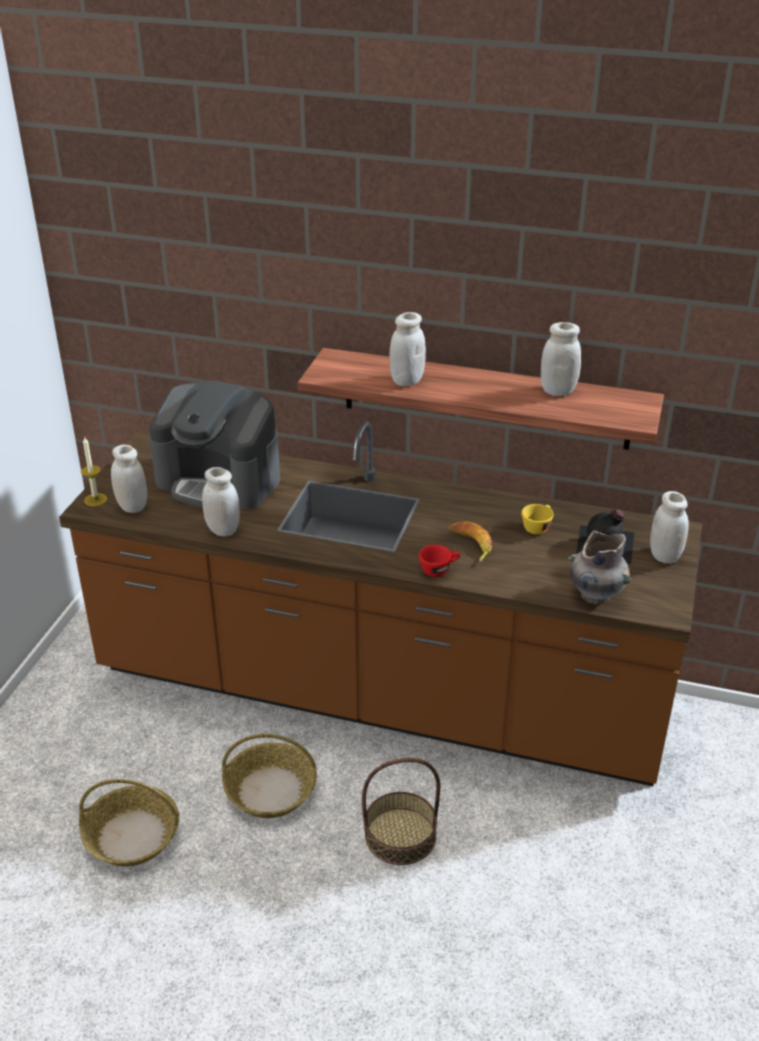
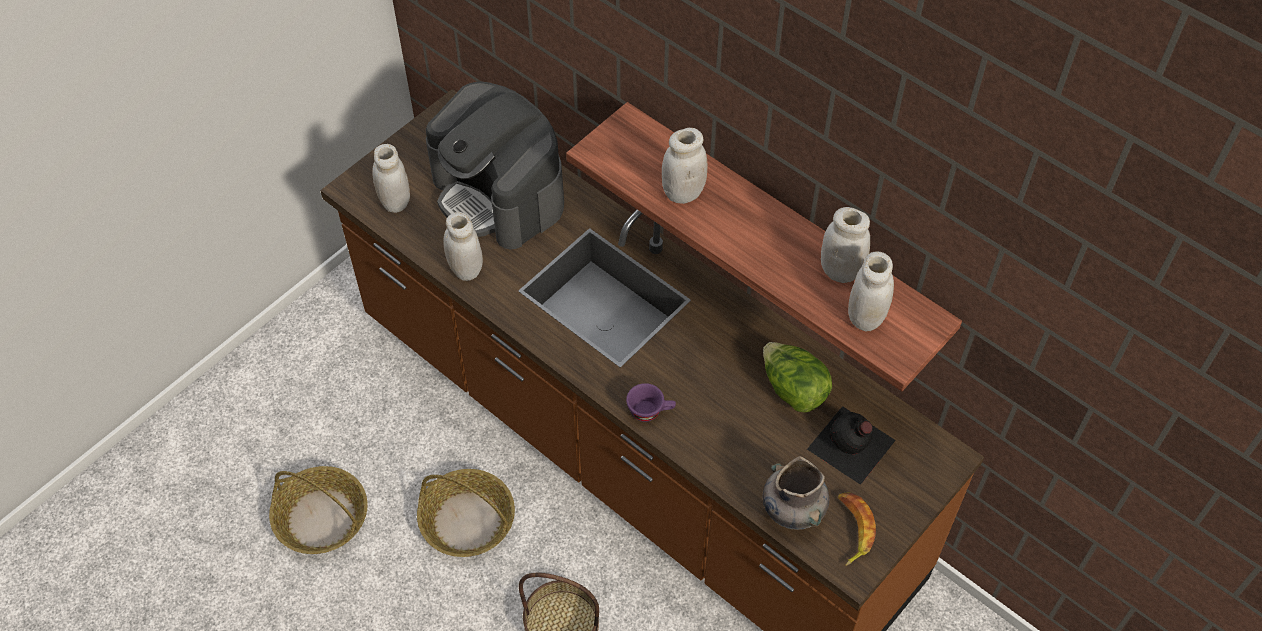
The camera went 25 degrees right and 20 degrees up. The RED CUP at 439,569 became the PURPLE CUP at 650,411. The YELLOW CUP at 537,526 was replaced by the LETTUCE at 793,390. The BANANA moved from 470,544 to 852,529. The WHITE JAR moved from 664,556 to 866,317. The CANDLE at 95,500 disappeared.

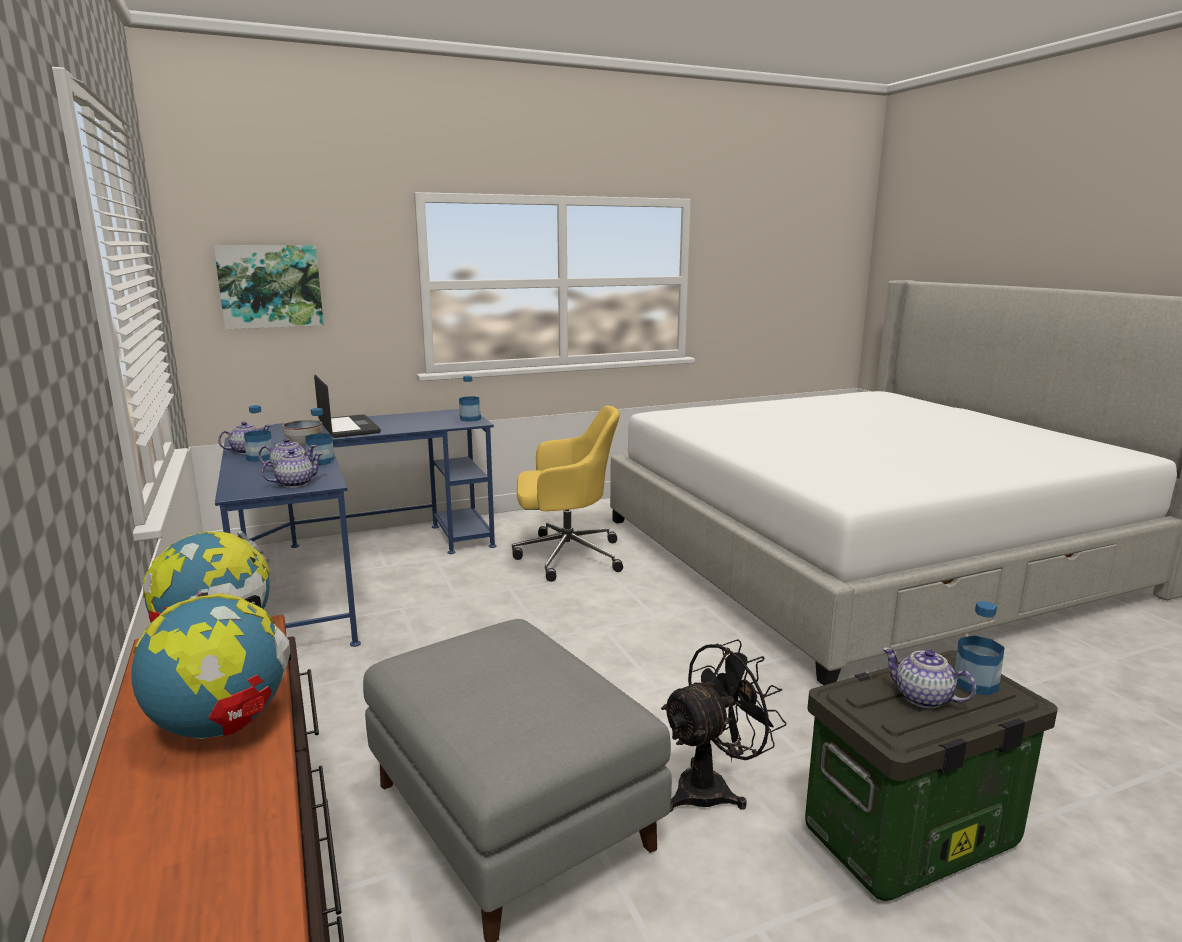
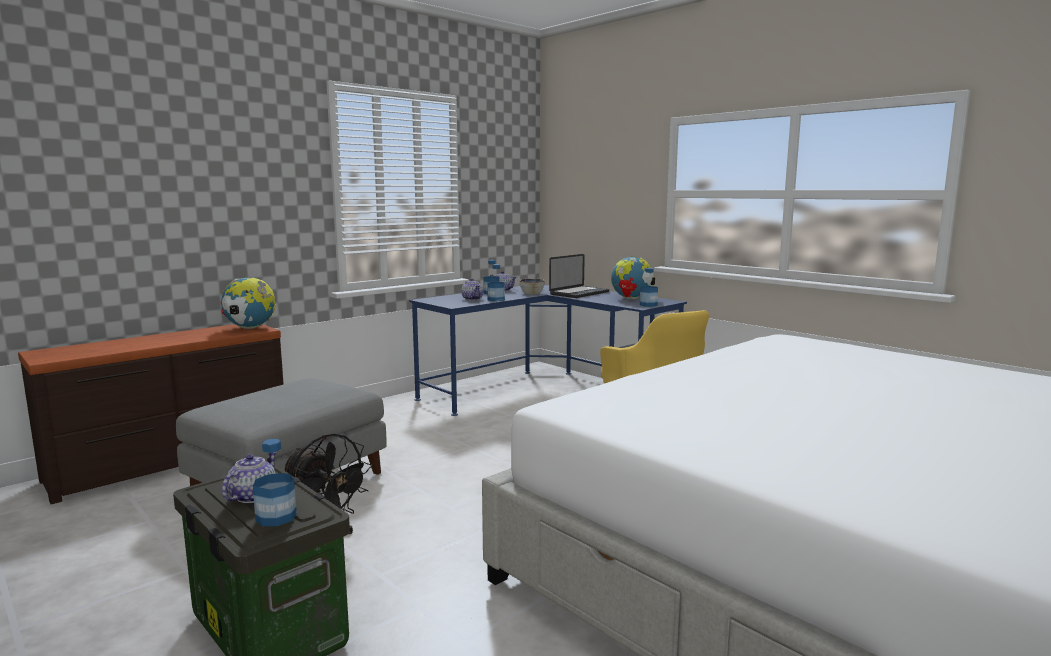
The camera went 70 degrees right and 5 degrees down. The GLOBE moved from 222,727 to 631,299. The PICTURE at 270,286 disappeared. The TEAPOT at 294,484 disappeared.

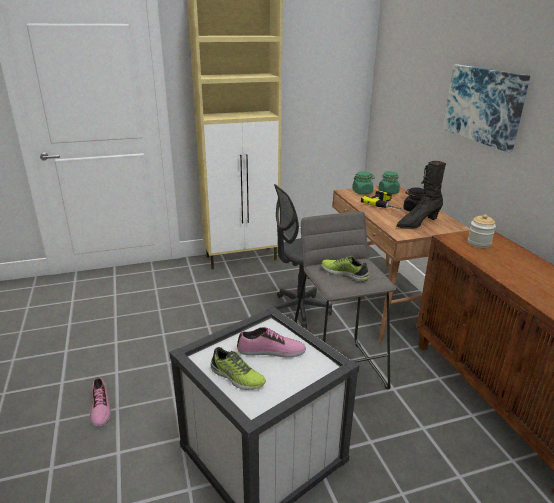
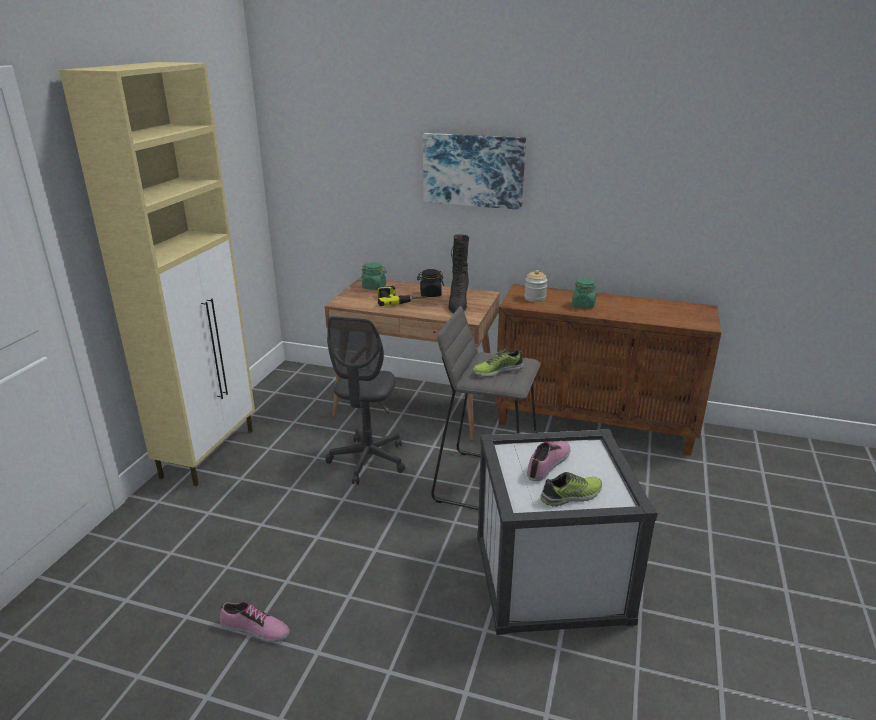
The camera went 55 degrees left and 0 degrees up. The SHOE moved from 100,407 to 254,629. The GREEN JAR moved from 362,192 to 583,305.

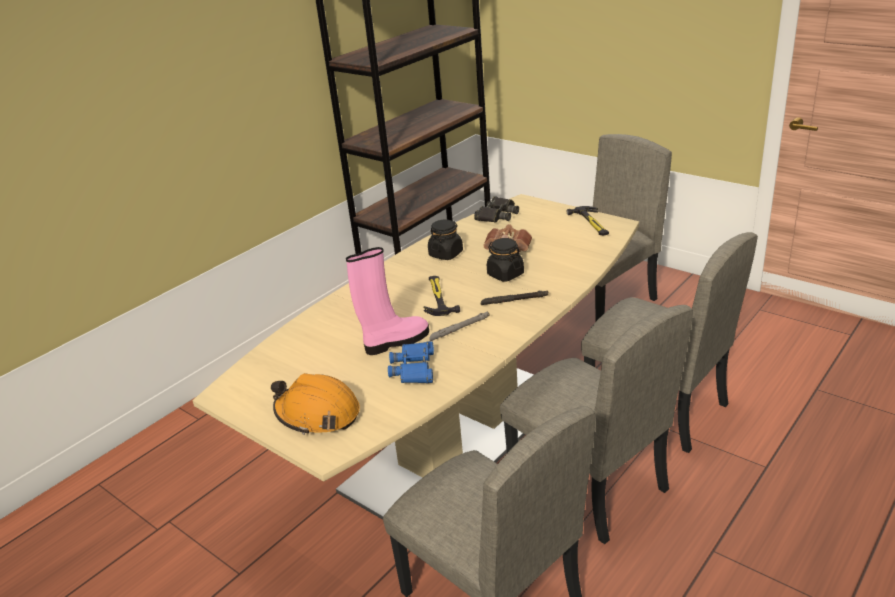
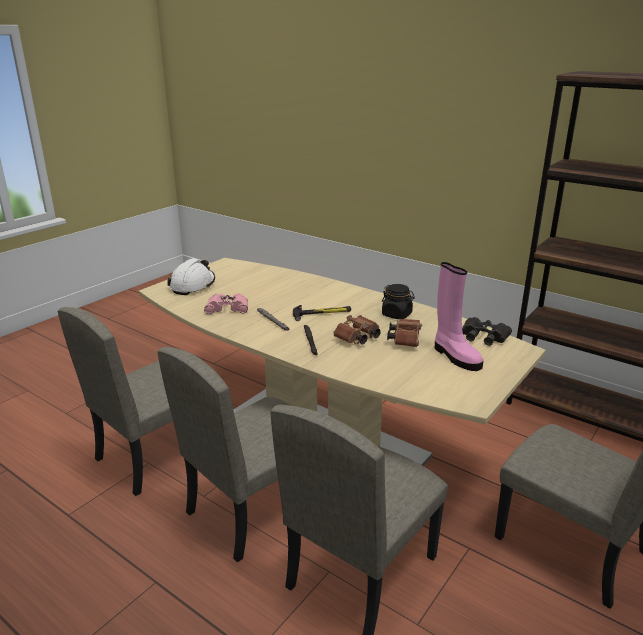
The camera went 85 degrees right and 5 degrees down. The ORANGE HARD HAT at 317,414 became the WHITE HARD HAT at 193,285. The BLUE BINOCULARS at 414,368 became the PINK BINOCULARS at 227,308. The BLACK JAR at 505,274 was replaced by the BROWN BINOCULARS at 357,338. The PINK BOOT moved from 395,342 to 455,356. The HAMMER at 592,223 disappeared.

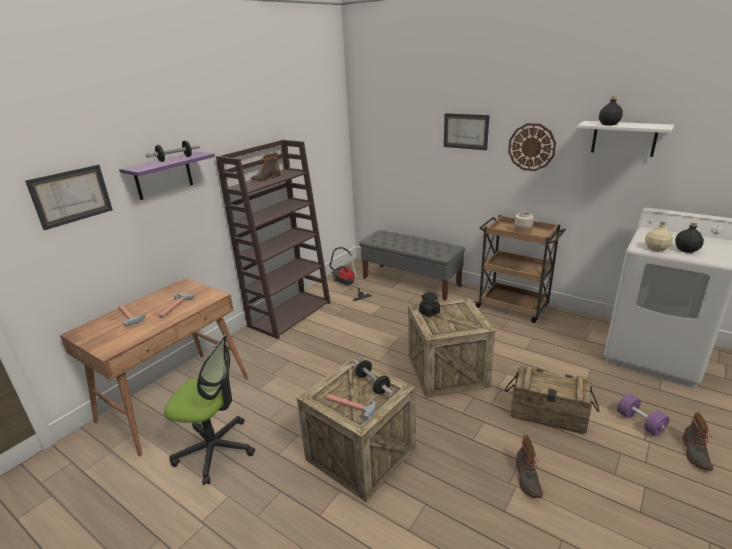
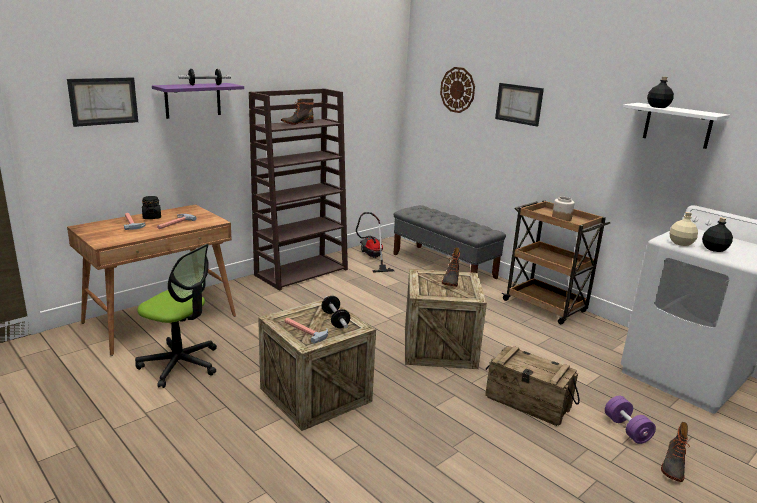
The camera went 10 degrees right and 5 degrees down. The BLACK JAR moved from 429,312 to 152,217. The WALL CLOCK moved from 531,147 to 457,90. The BOOT moved from 527,479 to 450,280.

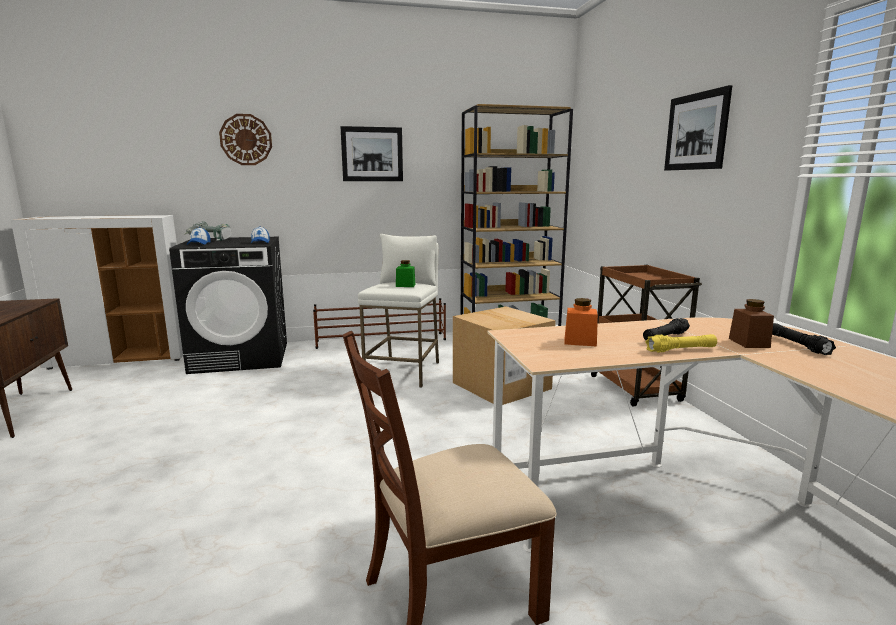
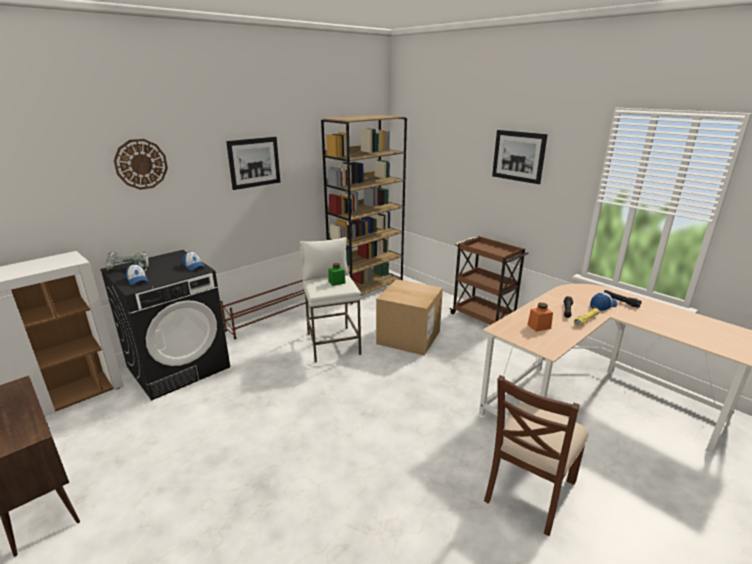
The camera went 30 degrees left and 10 degrees up. The BROWN JAR at 749,343 was replaced by the CAP at 602,305.

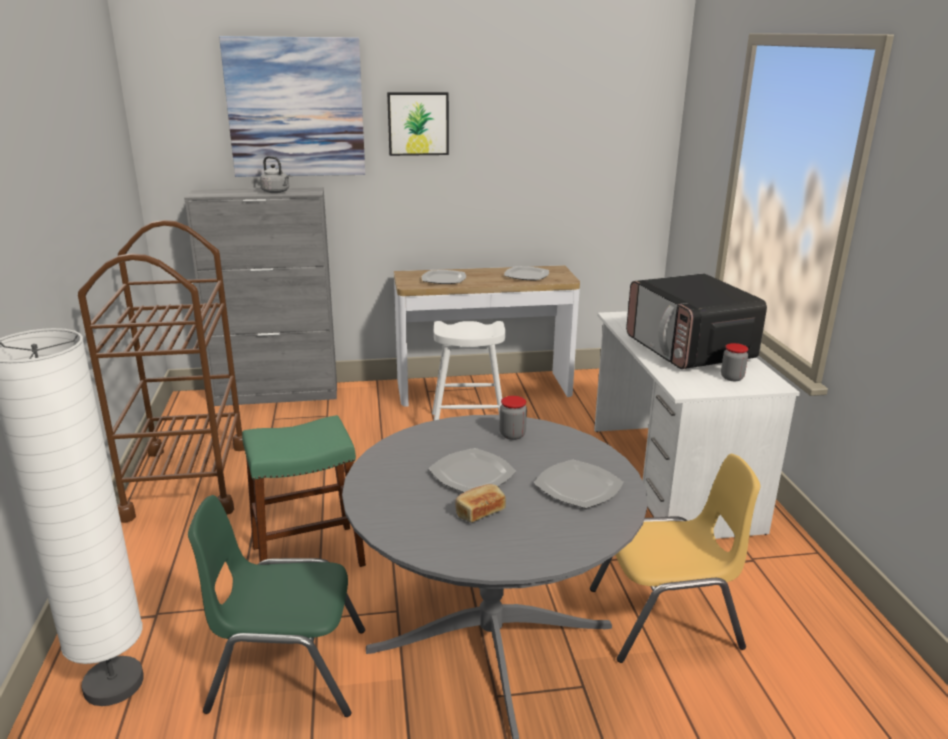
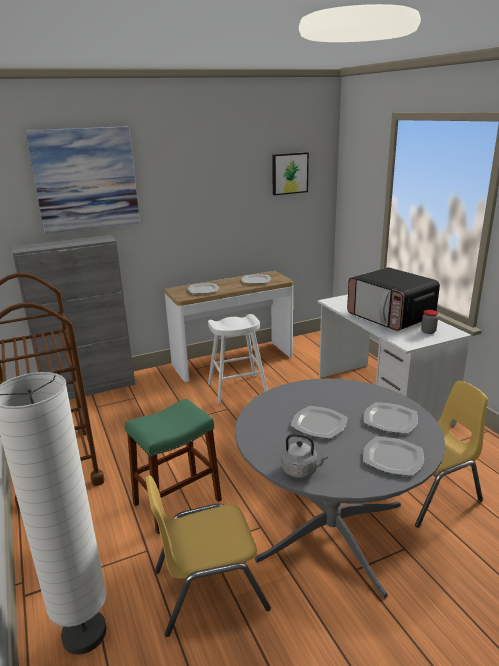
The camera went 15 degrees left and 0 degrees up. The GREEN CHAIR at 288,670 became the YELLOW CHAIR at 209,588. The PICTURE moved from 418,123 to 289,173. The GREY KETTLE moved from 276,192 to 301,470. The PLATE at 393,458 appeared. The BREAD at 479,512 disappeared. The JAR at 512,435 disappeared.

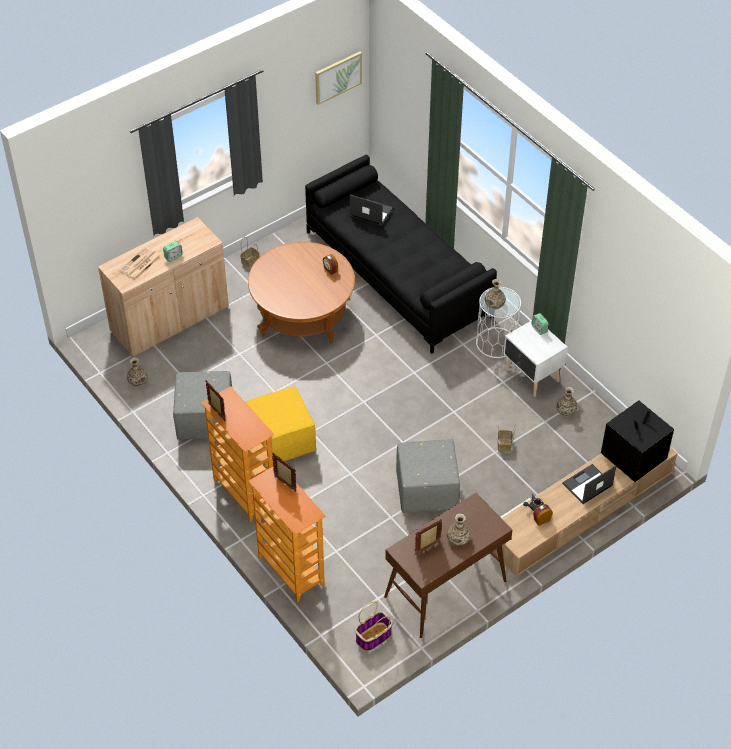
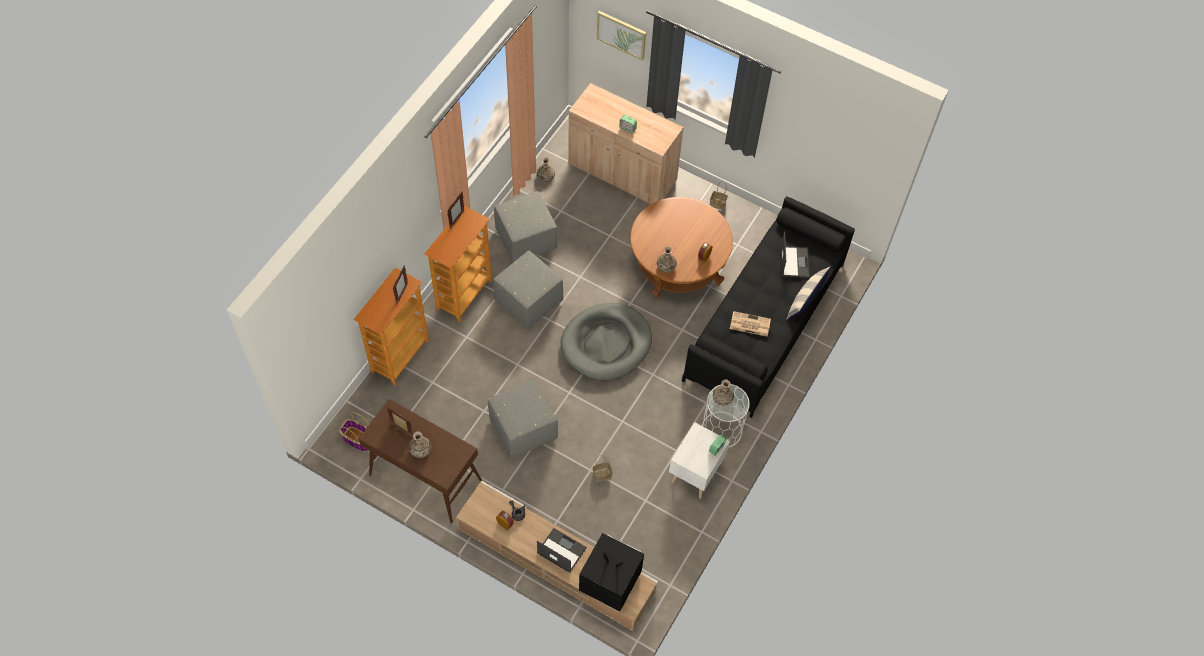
The camera went 65 degrees right and 10 degrees up. The YELLOW OTTOMAN at 280,441 became the GREY OTTOMAN at 528,300. The GREY DOG BED at 606,343 appeared. The PICTURE moved from 338,77 to 621,34. The VASE moved from 566,410 to 666,266. The NEWSPAPER moved from 140,264 to 749,324. The PILLOW at 805,300 appeared.

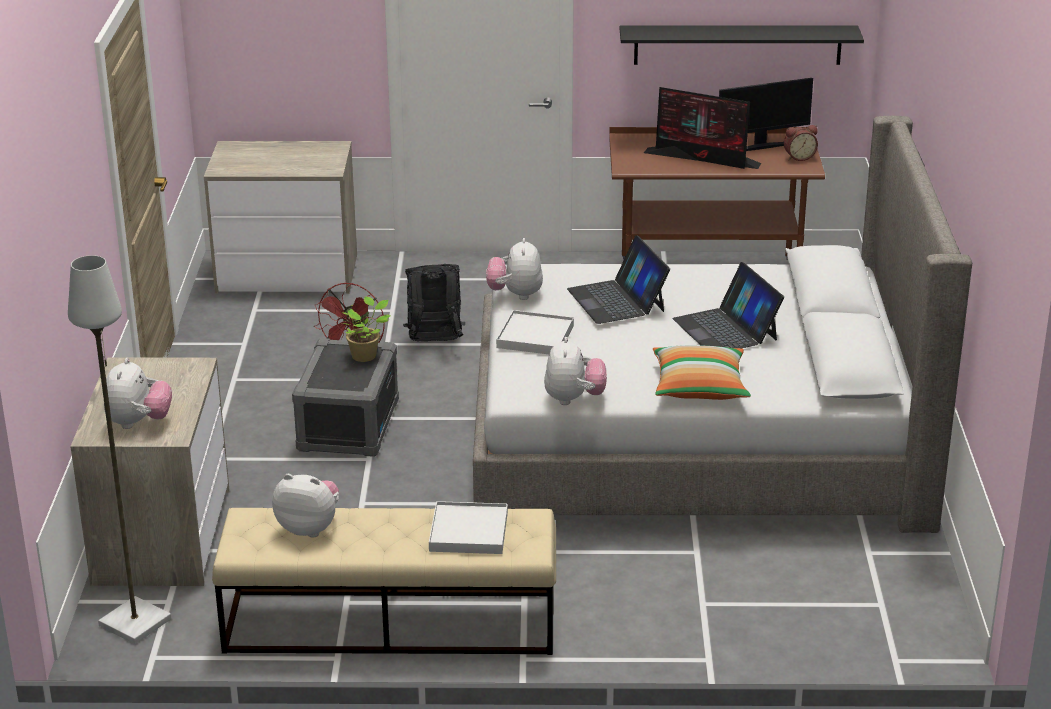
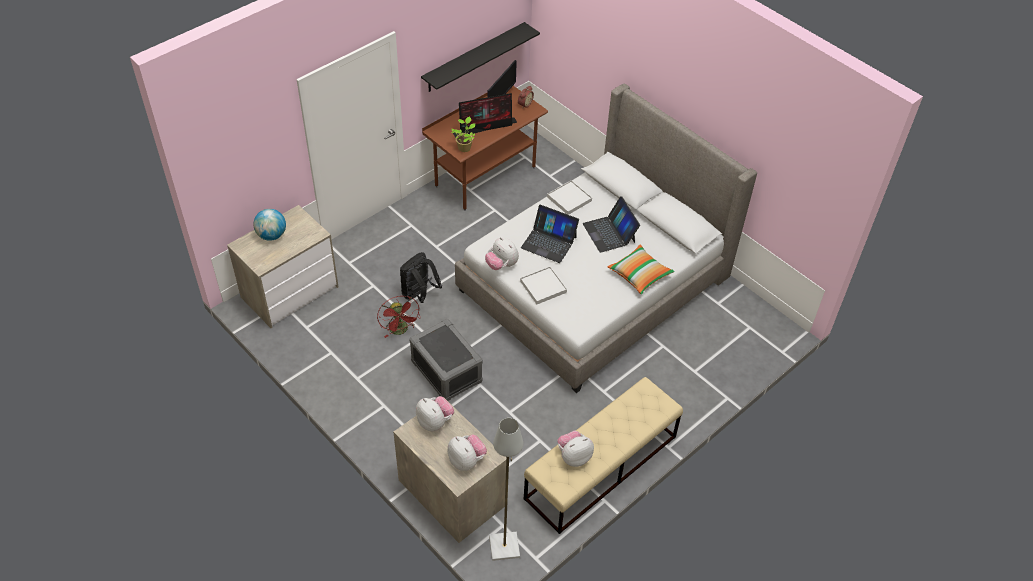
The camera went 45 degrees left and 20 degrees up. The GLOBE at 272,235 appeared. The PLUSH TOY moved from 574,399 to 435,422. The POTTED PLANT moved from 365,355 to 464,147. The WHITE TRAY moved from 468,532 to 569,199. The LAPTOP at 726,329 turned 45 degrees clockwise.

